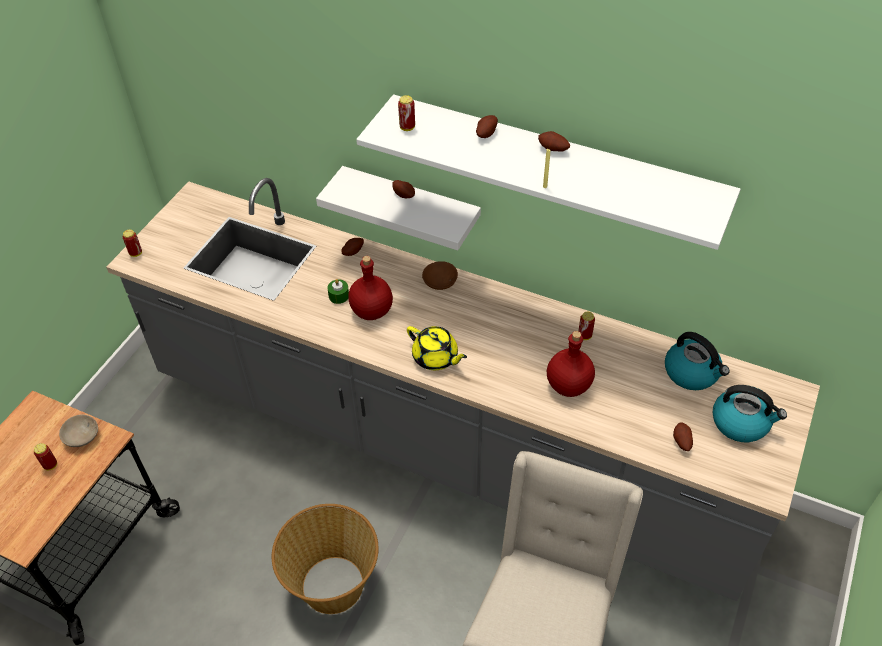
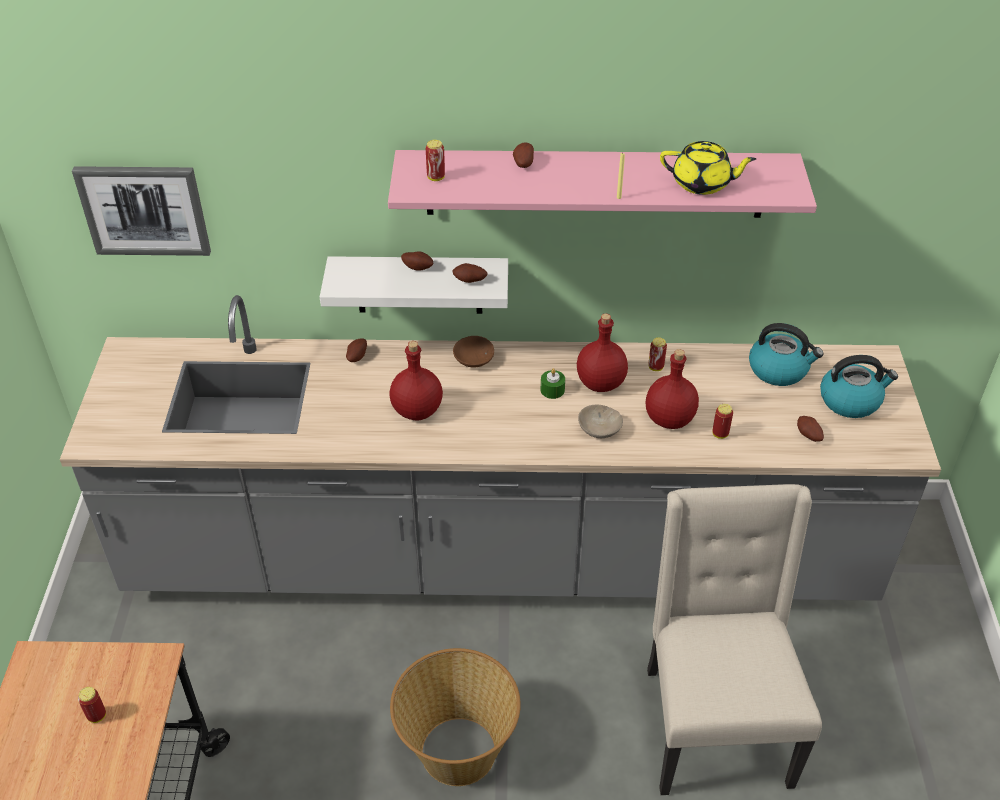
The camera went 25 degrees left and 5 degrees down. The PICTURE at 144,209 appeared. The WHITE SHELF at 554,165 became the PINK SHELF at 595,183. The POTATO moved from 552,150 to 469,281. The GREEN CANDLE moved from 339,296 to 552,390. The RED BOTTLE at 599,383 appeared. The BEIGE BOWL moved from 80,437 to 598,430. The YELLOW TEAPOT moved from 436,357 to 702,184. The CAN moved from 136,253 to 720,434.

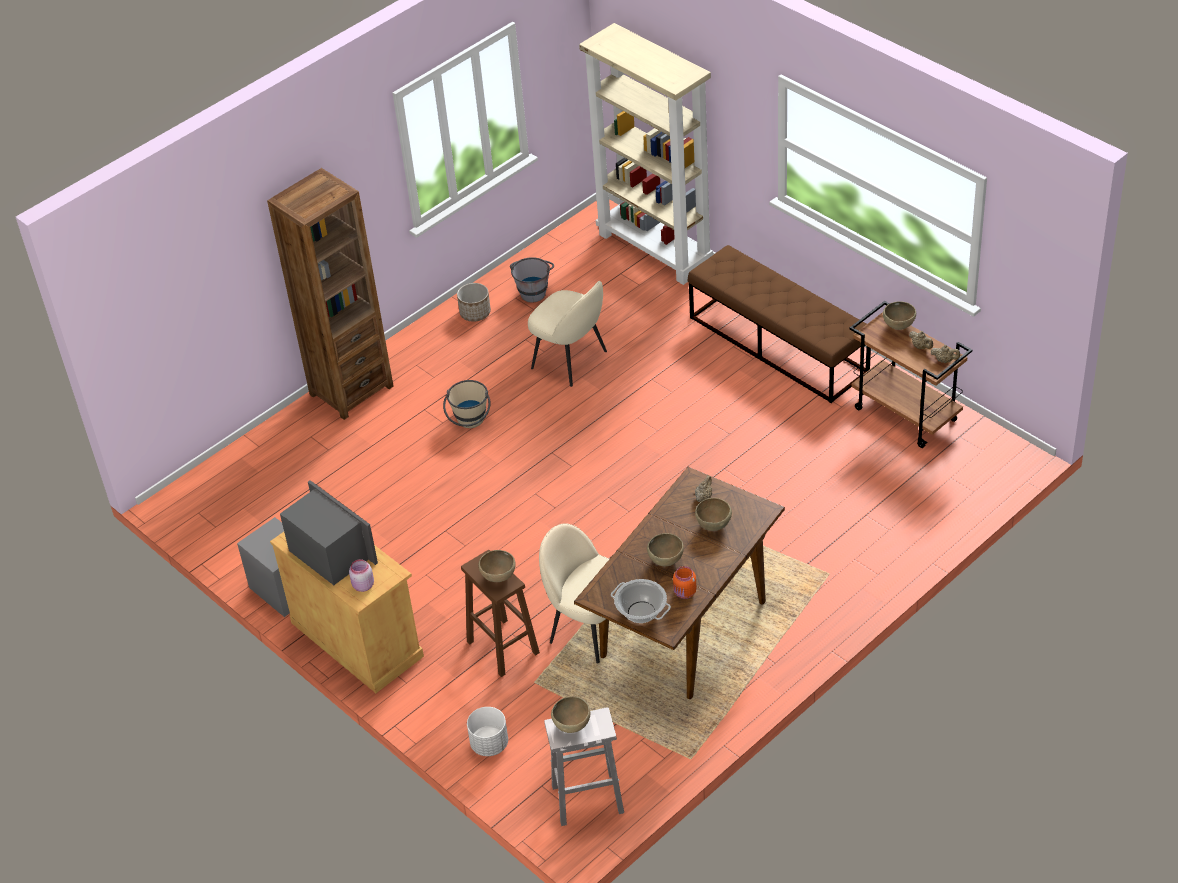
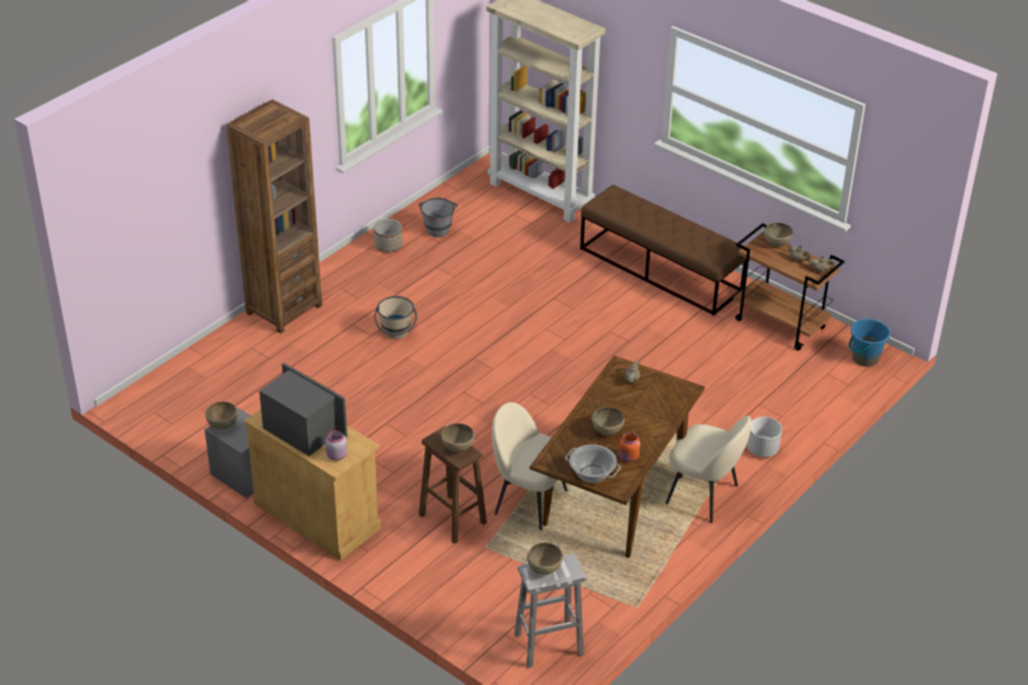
The camera went 10 degrees left and 5 degrees down. The BROWN BOWL moved from 713,525 to 223,425. The BEIGE CHAIR moved from 571,360 to 704,495. The WHITE PLANTER moved from 490,744 to 763,449. The BLUE BUCKET at 865,358 appeared.

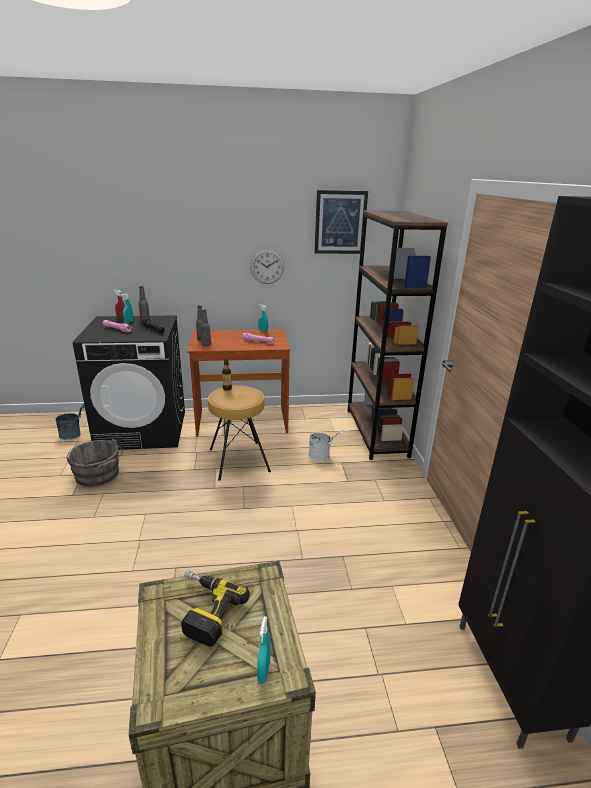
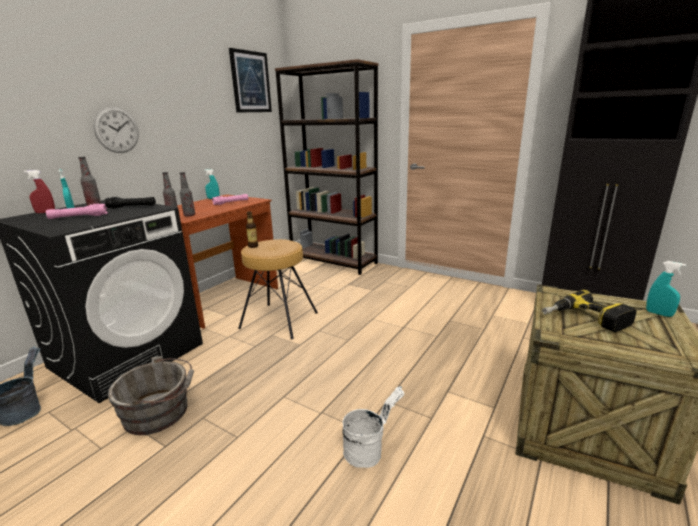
The camera went 50 degrees left and 5 degrees down. The WALL CLOCK moved from 267,266 to 116,130. The WHITE BUCKET moved from 322,457 to 369,450.

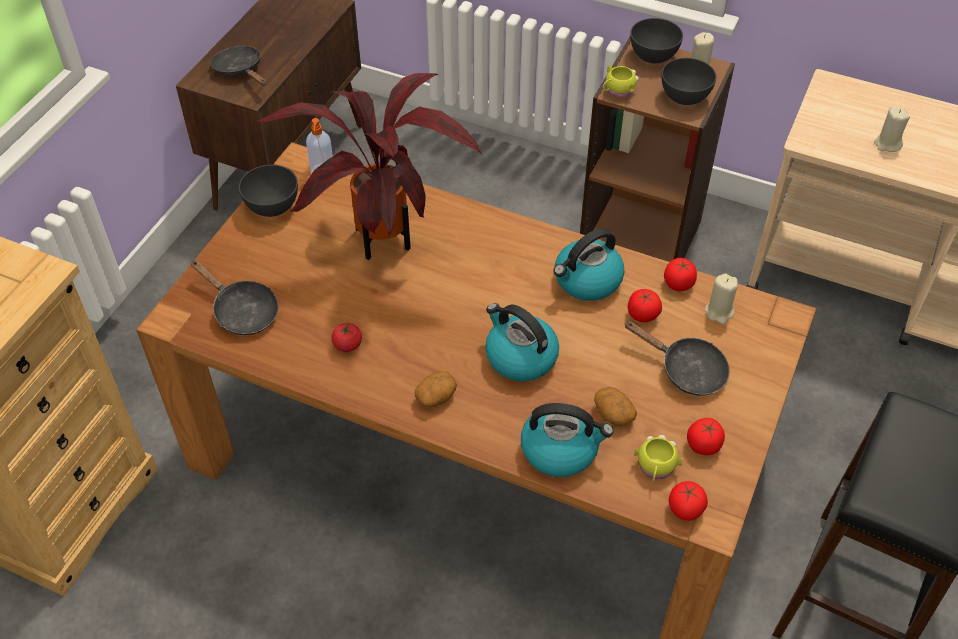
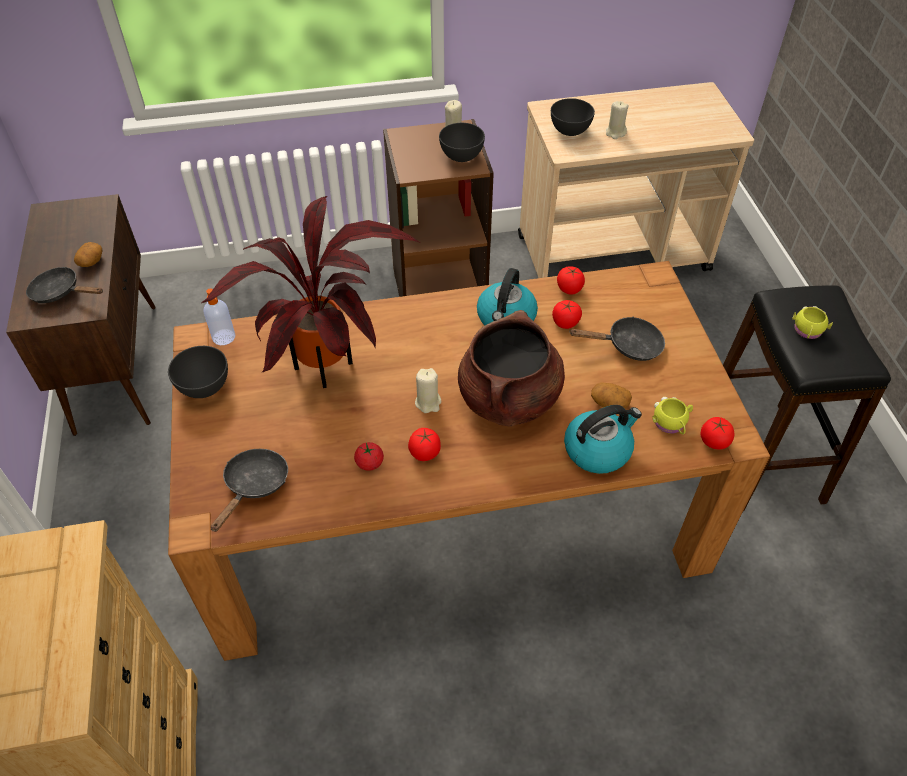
The camera went 35 degrees left and 0 degrees up. The POTATO moved from 436,397 to 91,262. The BLACK FRYING PAN at 242,311 turned 75 degrees counterclockwise. The TOMATO moved from 703,445 to 425,452. The BEIGE CANDLE moved from 719,312 to 428,402. The KETTLE at 520,357 was replaced by the BROWN COOKING POT at 509,399. The GREY BOWL moved from 653,56 to 570,130. The YELLOW MUG moved from 617,91 to 807,331.

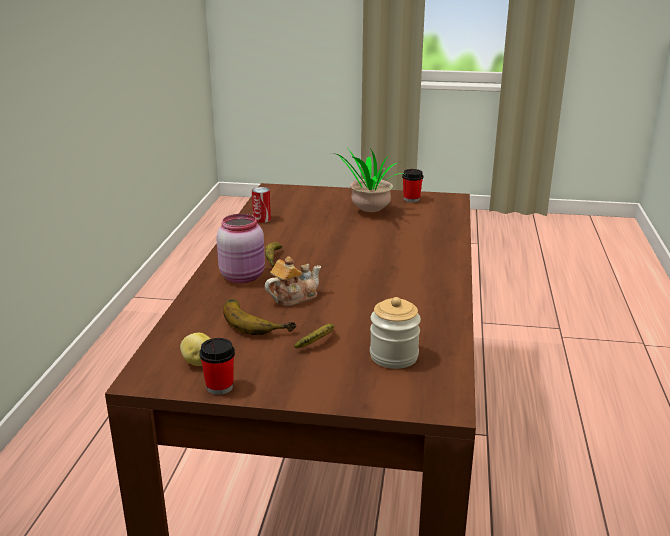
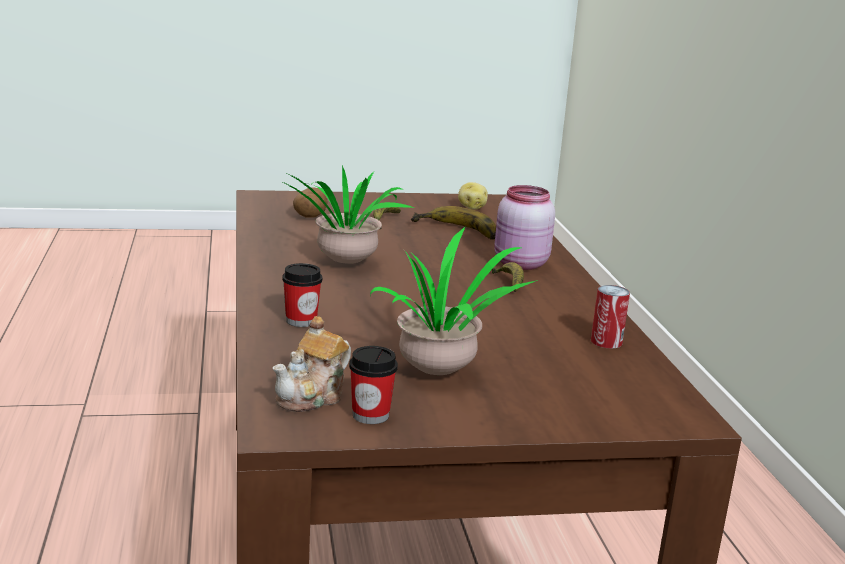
The camera went 160 degrees right and 5 degrees down. The TEAPOT moved from 293,297 to 313,397. The POTTED PLANT at 345,265 appeared. The CUP moved from 219,387 to 301,321. The JAR at 394,356 was replaced by the POTATO at 310,216.

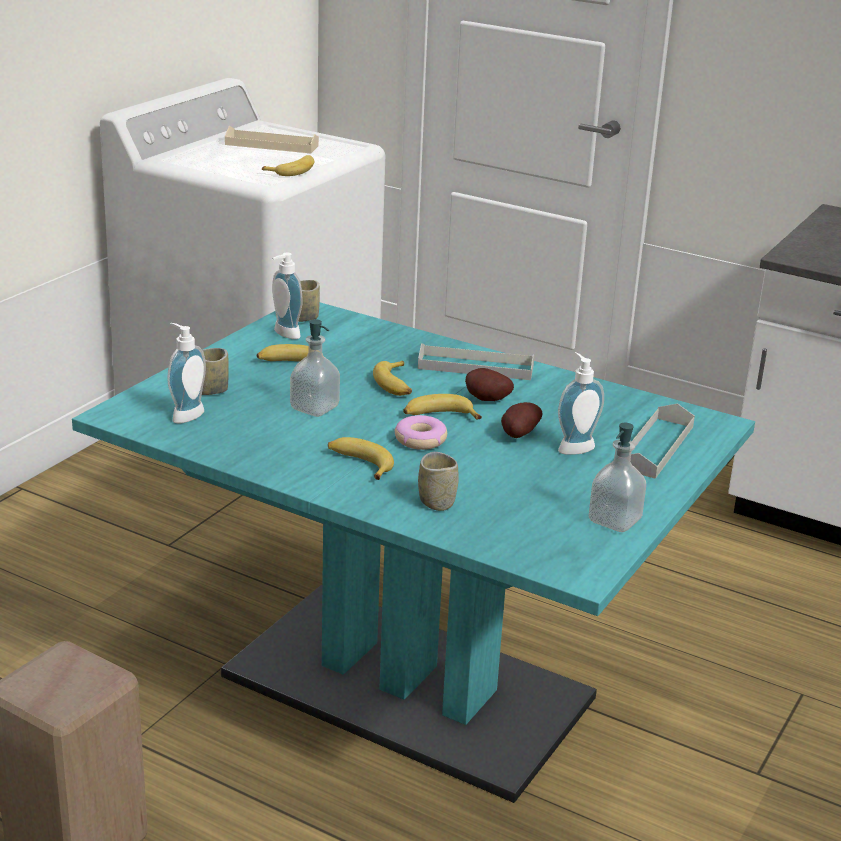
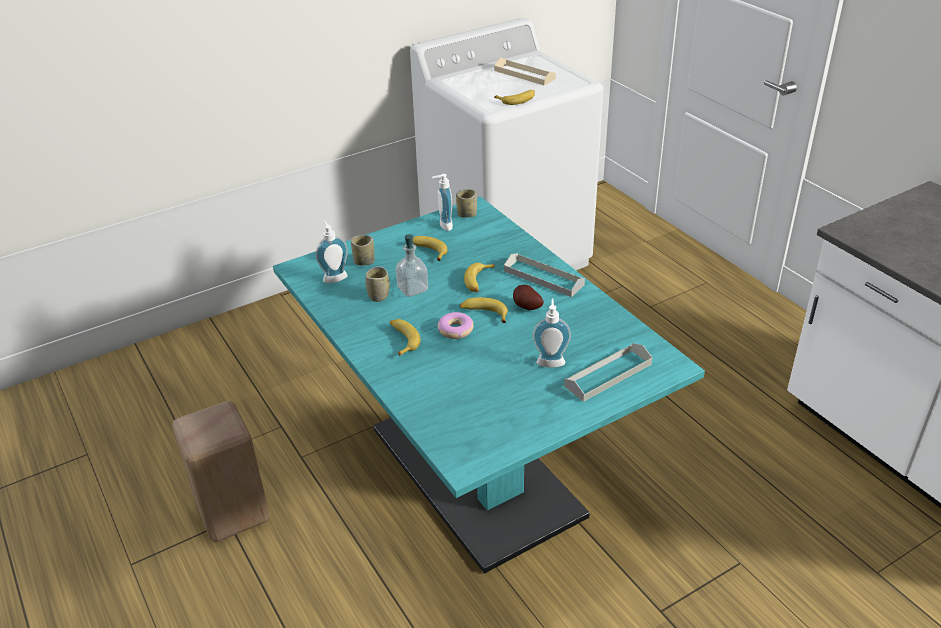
The camera went 30 degrees right and 10 degrees up. The CUP moved from 437,502 to 378,296. The POTATO at 518,434 disappeared. The SOAP DISPENSER at 614,520 disappeared.

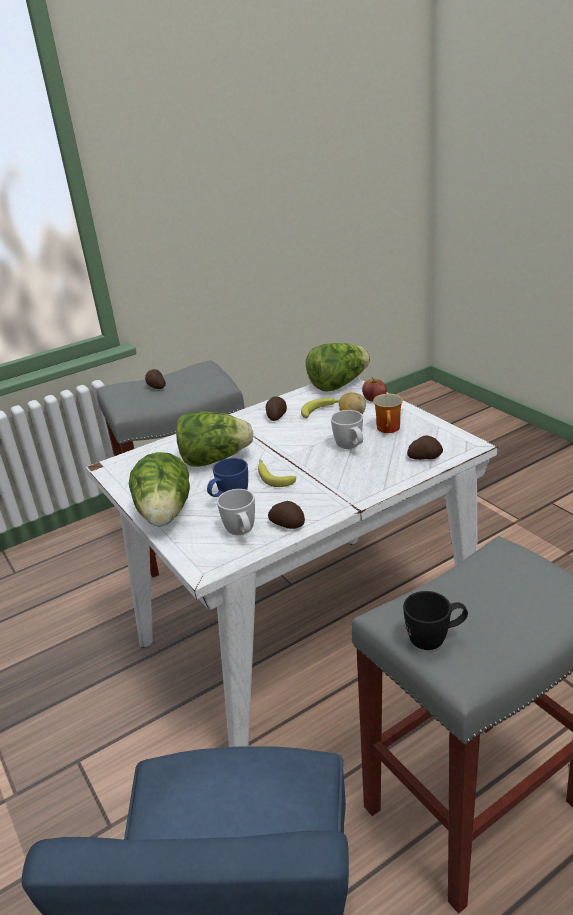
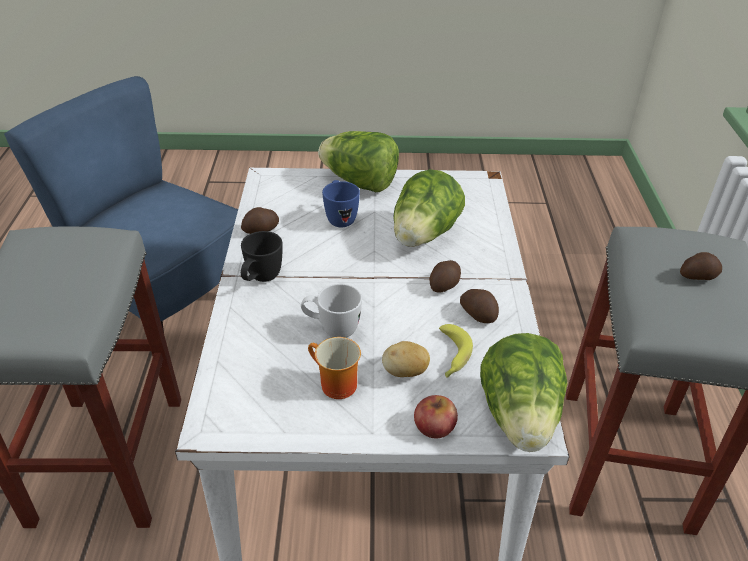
The camera went 120 degrees right and 10 degrees up. The BLACK MUG moved from 435,639 to 261,279. The POTATO moved from 424,457 to 445,285. The WHITE MUG at 242,533 disappeared. The BANANA at 273,476 disappeared.

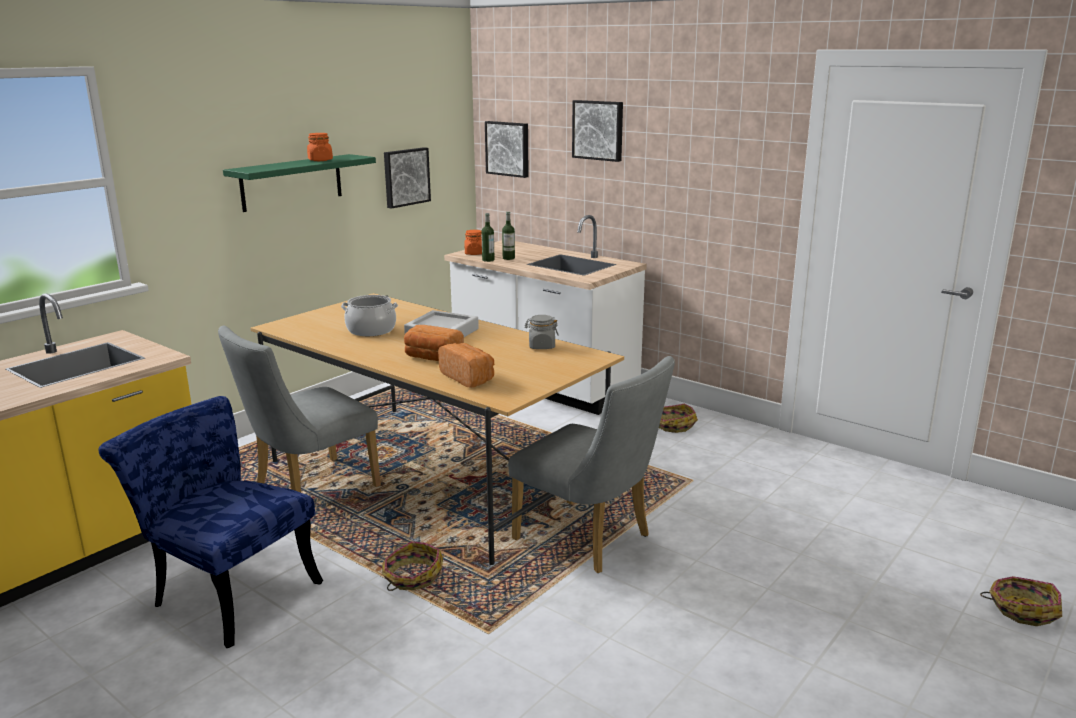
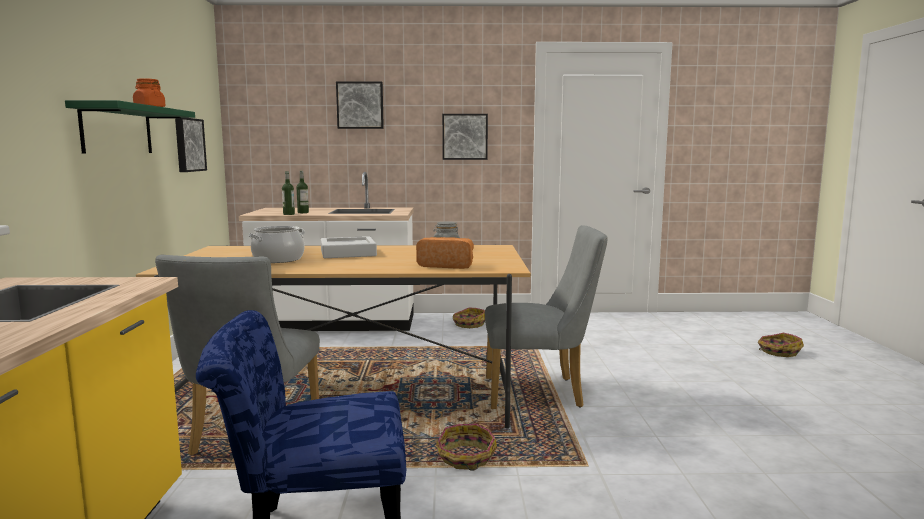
The camera went 40 degrees left and 10 degrees down. The PICTURE moved from 508,148 to 464,136. The BREAD at 432,358 disappeared. The ORANGE JAR at 474,253 disappeared.

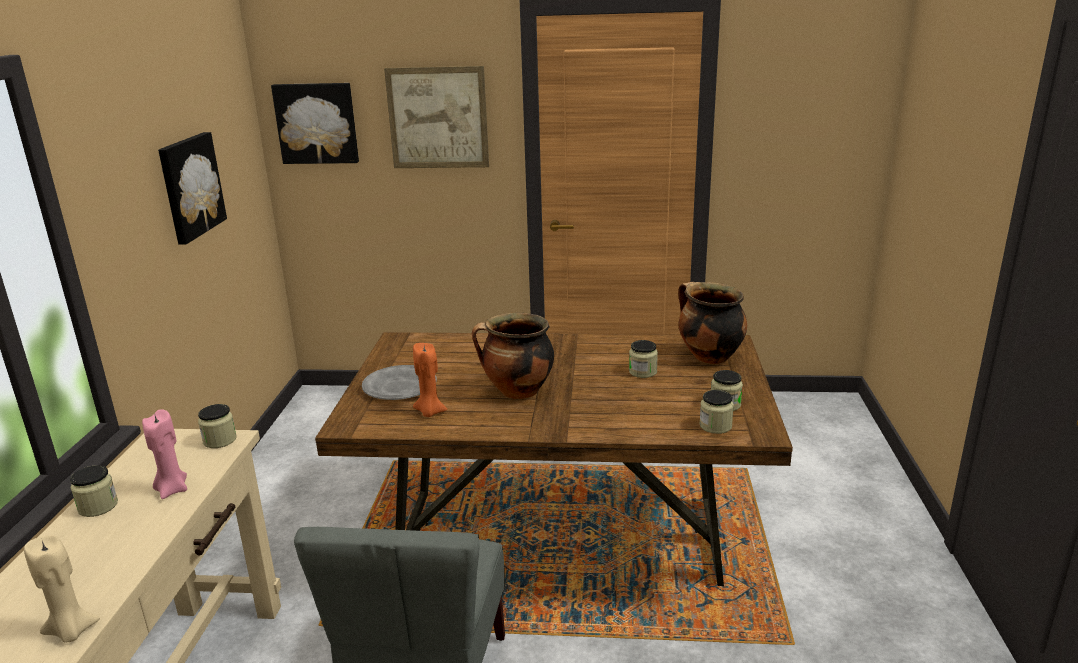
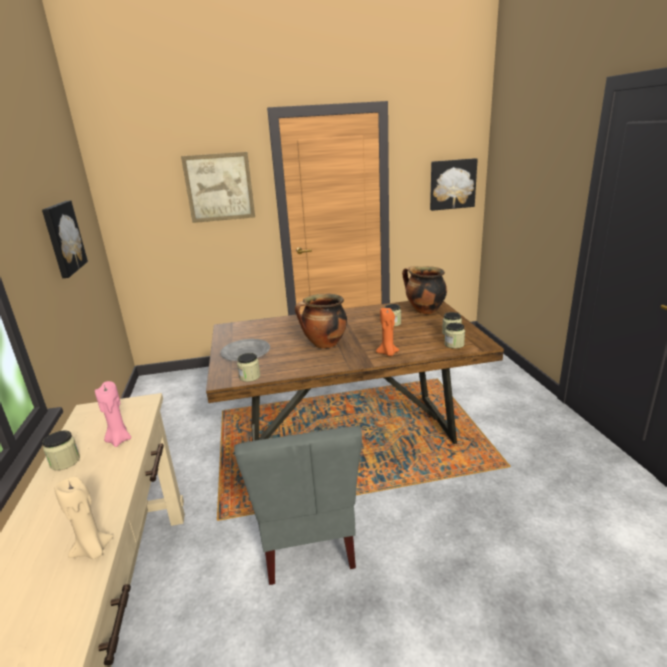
The camera went 15 degrees left and 0 degrees up. The JAR moved from 220,440 to 249,377. The ORANGE CANDLE moved from 429,412 to 388,353. The PICTURE moved from 317,123 to 452,184.

